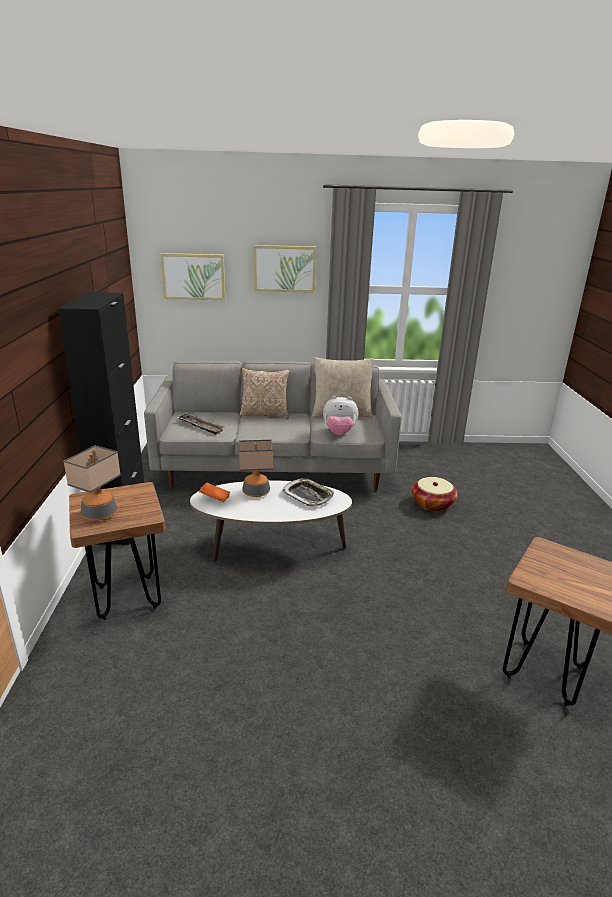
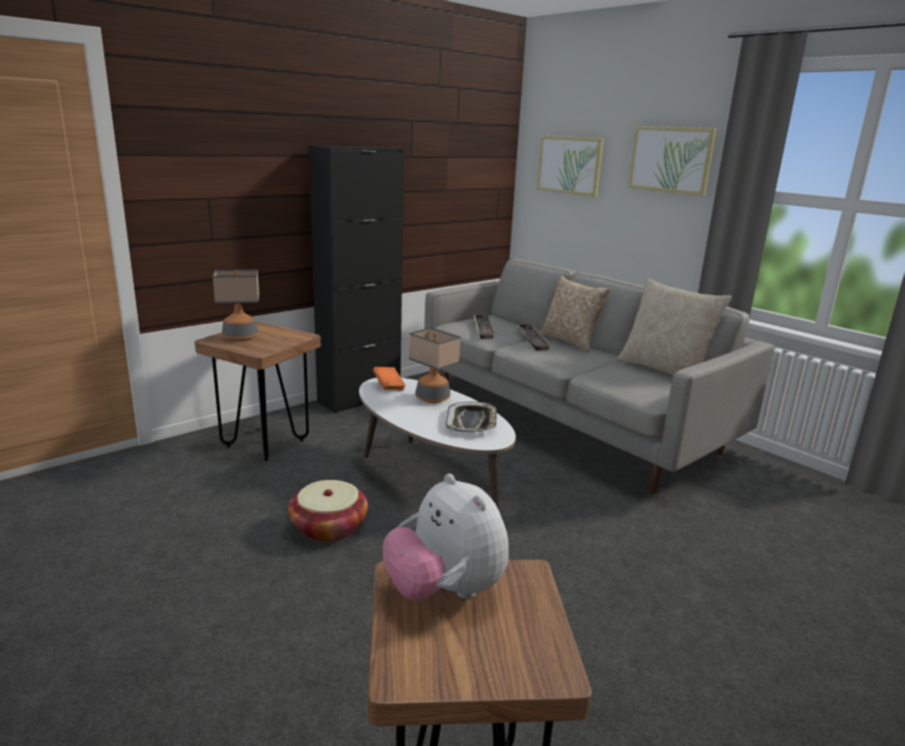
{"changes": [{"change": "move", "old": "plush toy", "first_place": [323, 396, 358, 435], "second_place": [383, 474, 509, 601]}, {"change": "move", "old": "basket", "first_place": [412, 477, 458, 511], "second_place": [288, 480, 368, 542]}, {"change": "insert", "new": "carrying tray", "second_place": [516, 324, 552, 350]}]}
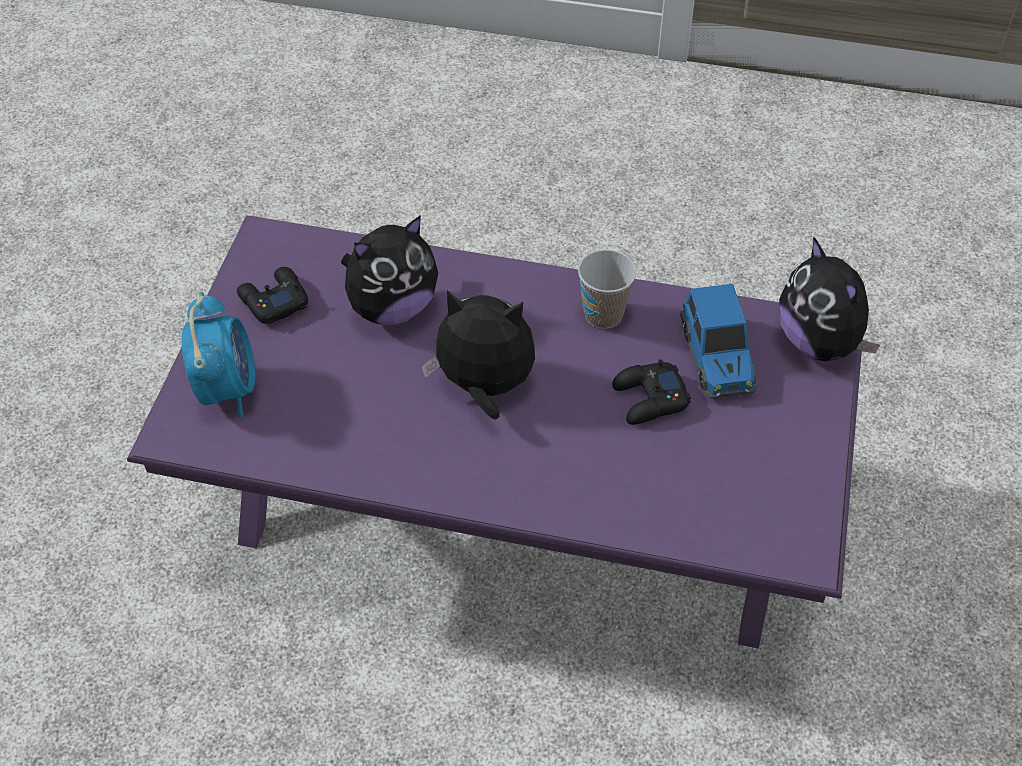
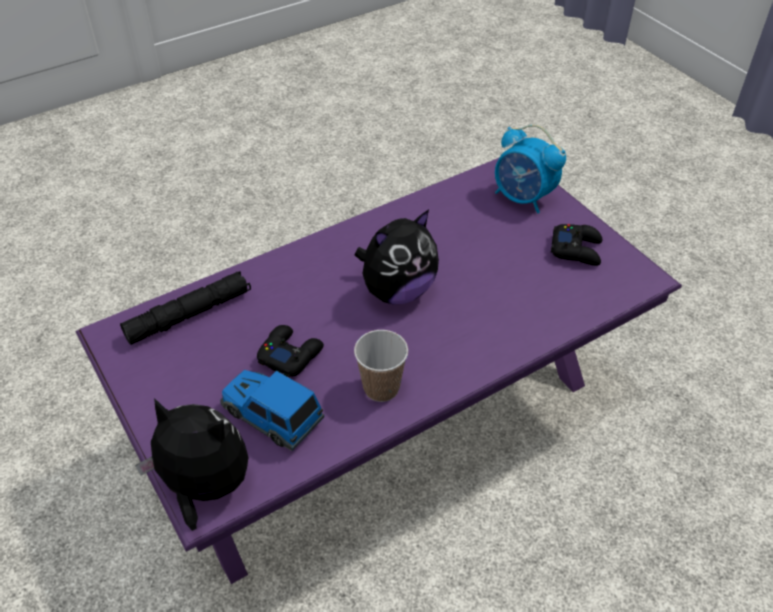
{"changes": [{"change": "delete", "old": "plush toy", "first_place": [341, 215, 438, 325]}, {"change": "insert", "new": "black torch", "second_place": [120, 271, 251, 345]}]}
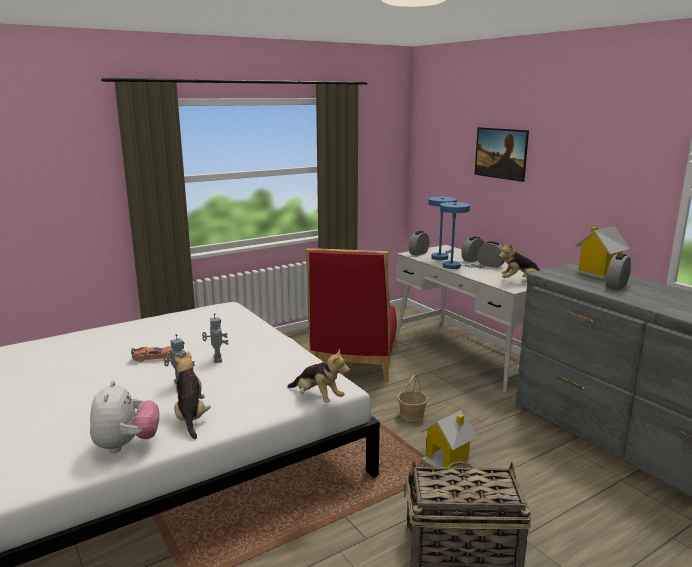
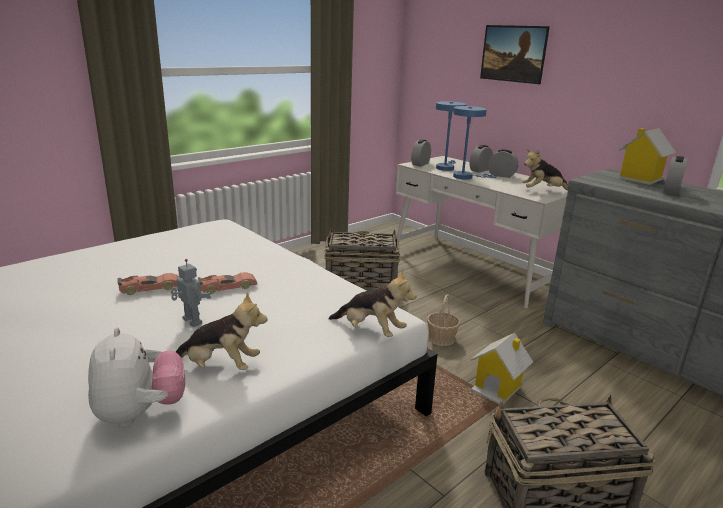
{"changes": [{"change": "rotate", "old": "plush toy", "first_place": [174, 352, 211, 439], "second_place": [176, 292, 268, 370], "degrees": 120}, {"change": "replace", "old": "model robot", "new": "miniature car", "first_place": [202, 313, 229, 363], "second_place": [197, 272, 257, 294]}, {"change": "replace", "old": "red-coloured upright chair", "new": "basket", "first_place": [306, 248, 397, 382], "second_place": [324, 227, 400, 291]}]}
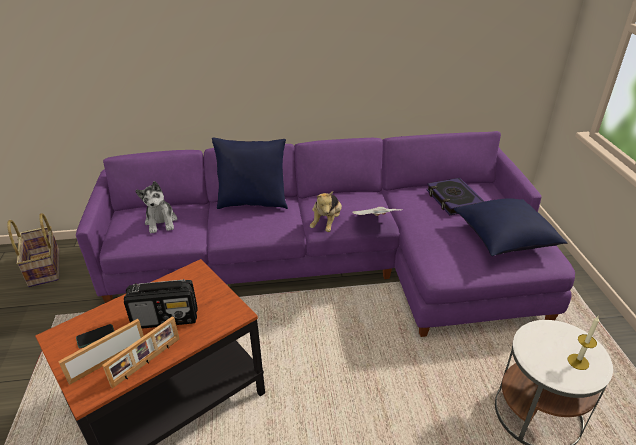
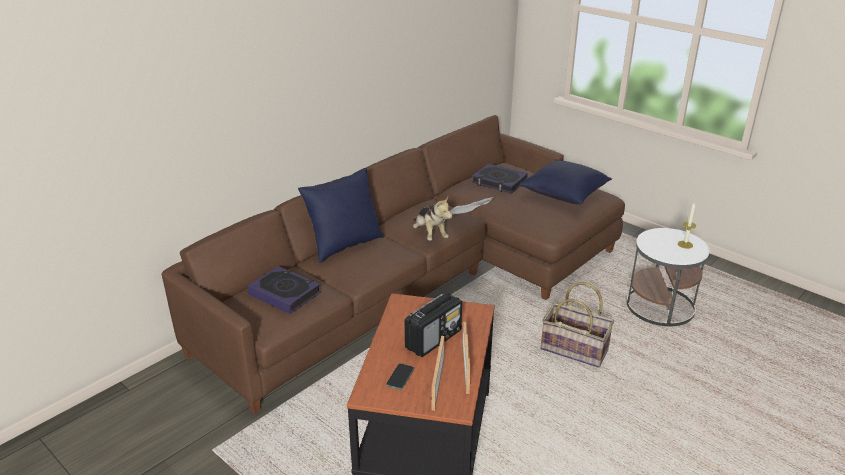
{"changes": [{"change": "move", "old": "basket", "first_place": [7, 213, 59, 287], "second_place": [541, 282, 614, 368]}, {"change": "recolor", "old": "purplish couch", "new": "brown couch", "first_place": [76, 131, 575, 337], "second_place": [161, 115, 625, 414]}, {"change": "replace", "old": "plush toy", "new": "book", "first_place": [135, 181, 177, 233], "second_place": [247, 266, 321, 314]}]}
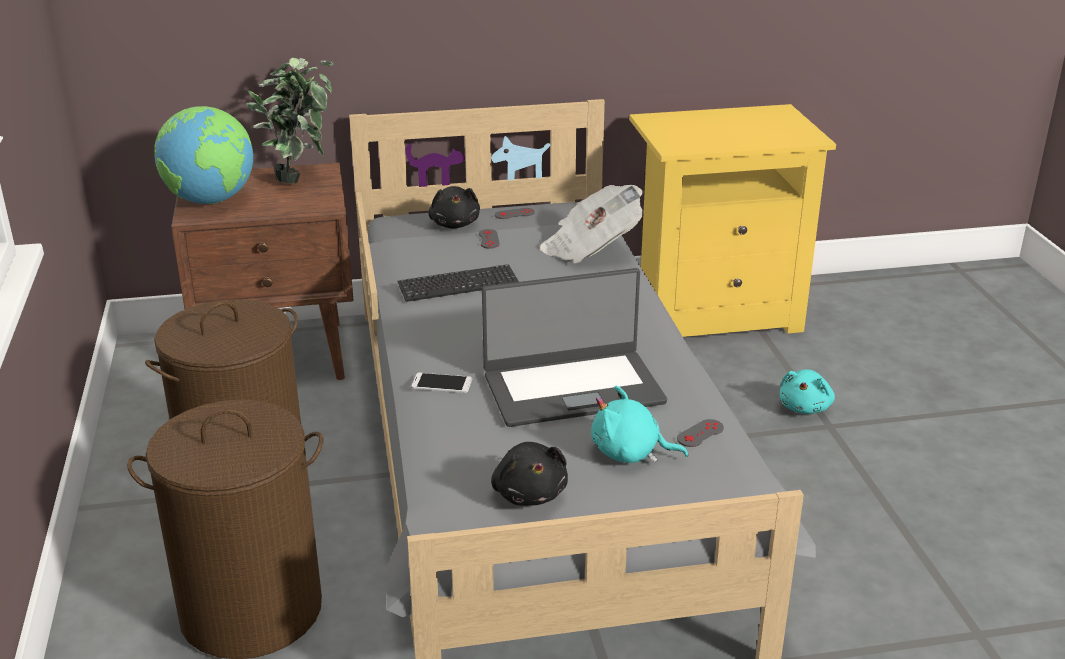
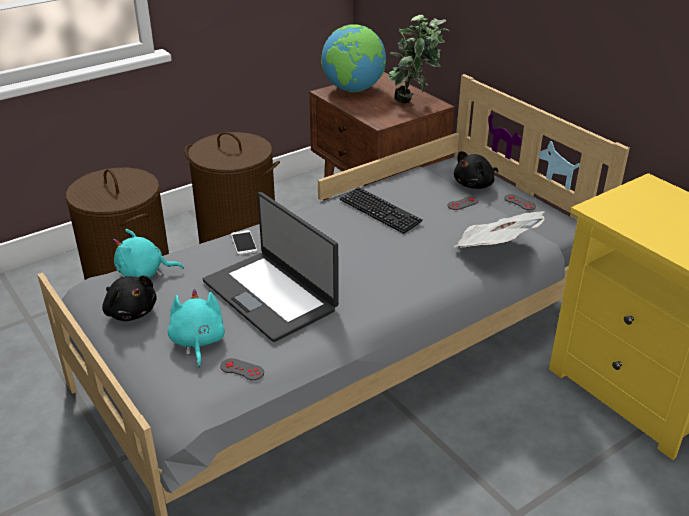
{"changes": [{"change": "rotate", "old": "black plush toy", "first_place": [491, 442, 568, 506], "second_place": [102, 276, 157, 321], "degrees": -90}, {"change": "move", "old": "turquoise plush toy", "first_place": [780, 369, 835, 414], "second_place": [113, 229, 184, 278]}]}
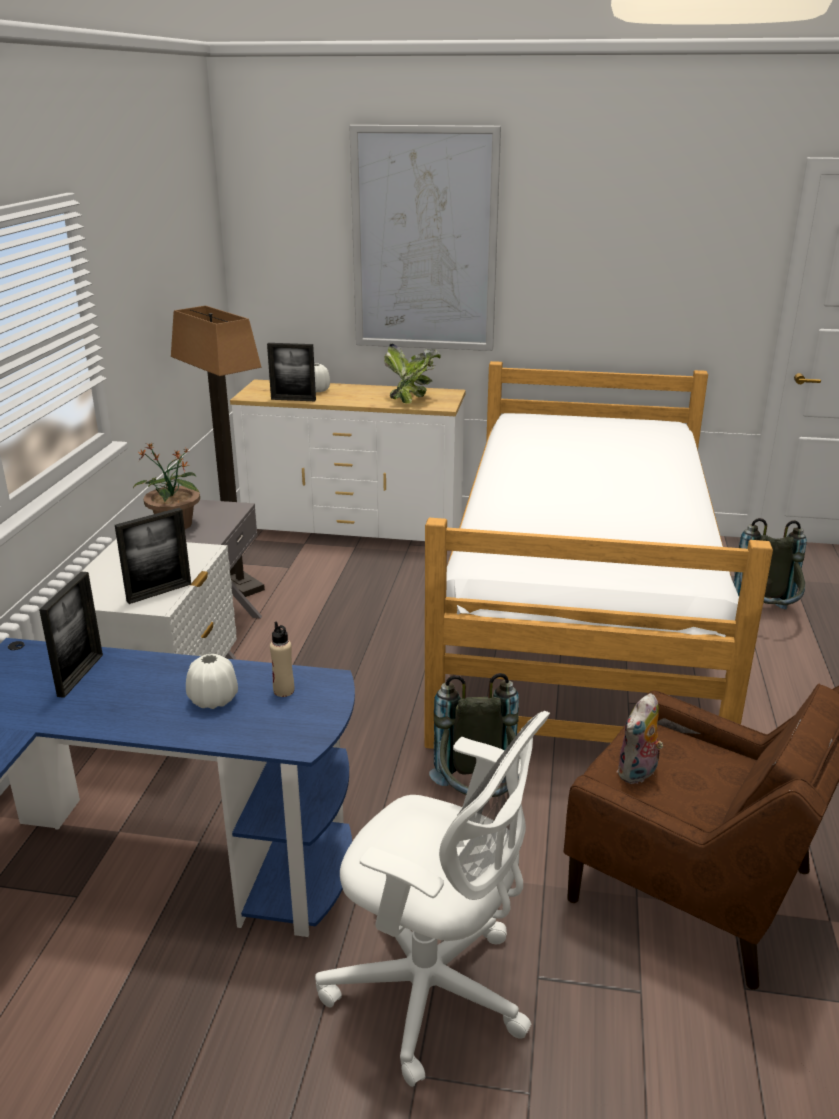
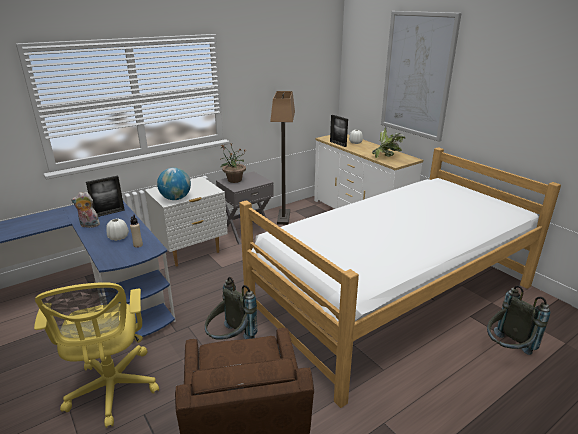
{"changes": [{"change": "replace", "old": "photo frame", "new": "desk globe", "first_place": [115, 508, 191, 604], "second_place": [157, 168, 191, 200]}, {"change": "recolor", "old": "whitish desk chair", "new": "yellow desk chair", "first_place": [315, 711, 550, 1087], "second_place": [34, 282, 159, 428]}, {"change": "move", "old": "plush toy", "first_place": [617, 693, 663, 784], "second_place": [71, 192, 100, 228]}]}
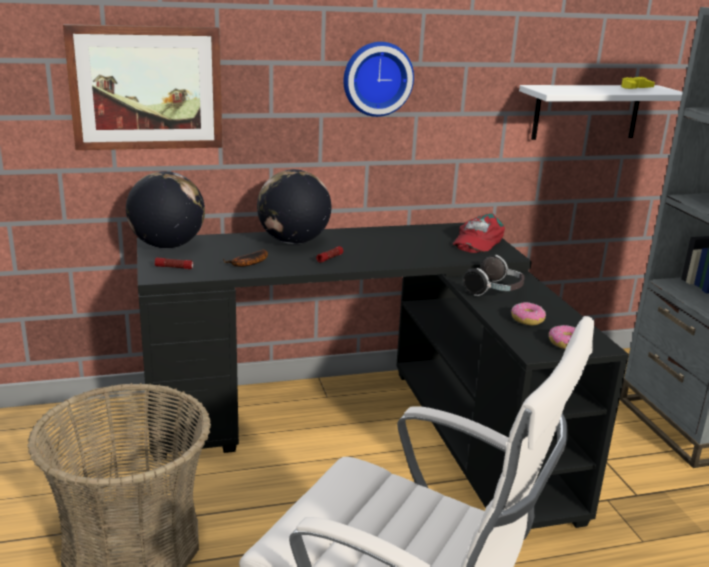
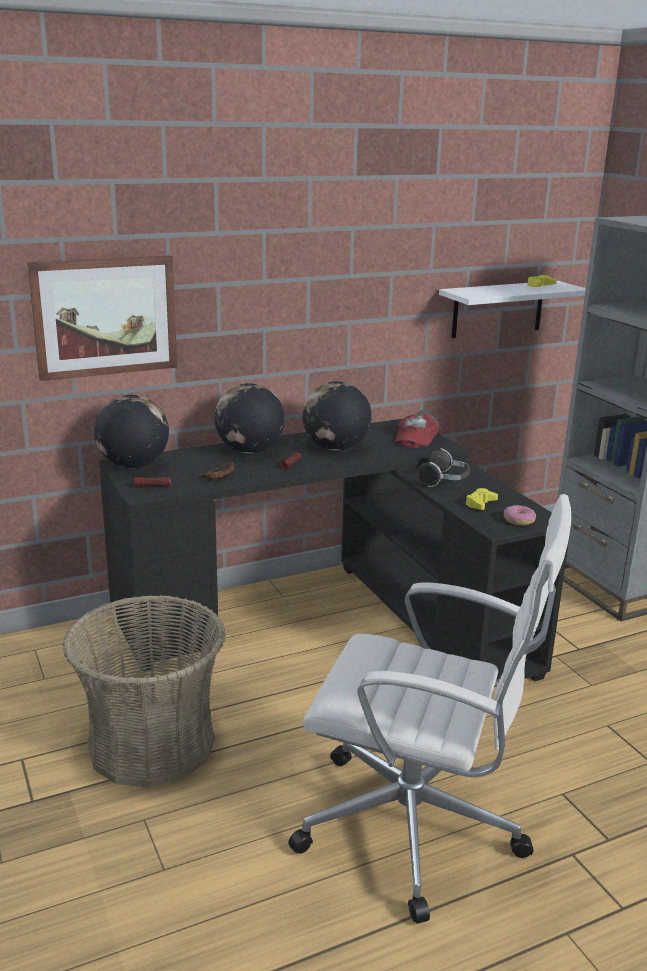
{"changes": [{"change": "delete", "old": "hanging clock", "first_place": [343, 42, 414, 117]}, {"change": "replace", "old": "donut", "new": "yellow game controller", "first_place": [511, 302, 546, 325], "second_place": [465, 488, 498, 510]}, {"change": "insert", "new": "desk globe", "second_place": [302, 381, 372, 450]}]}
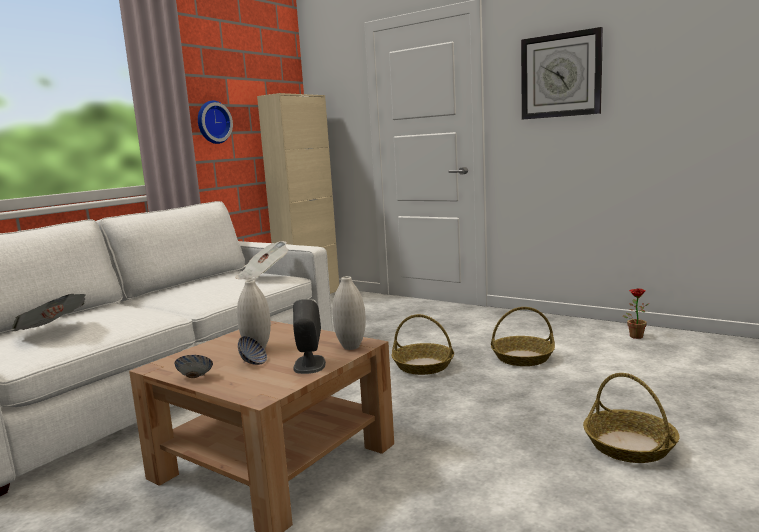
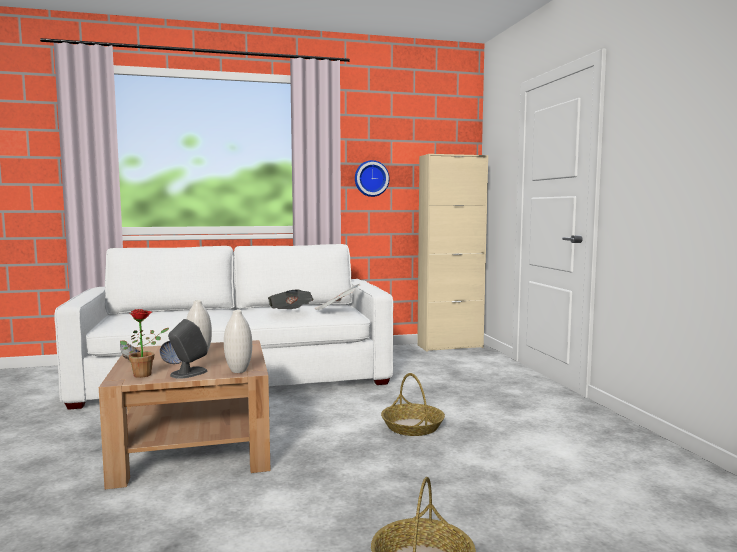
{"changes": [{"change": "move", "old": "daily paper", "first_place": [12, 294, 85, 331], "second_place": [268, 289, 314, 309]}, {"change": "delete", "old": "basket", "first_place": [491, 307, 555, 366]}, {"change": "delete", "old": "hanging clock", "first_place": [521, 27, 603, 119]}, {"change": "move", "old": "houseplant", "first_place": [623, 288, 649, 339], "second_place": [120, 309, 169, 378]}]}
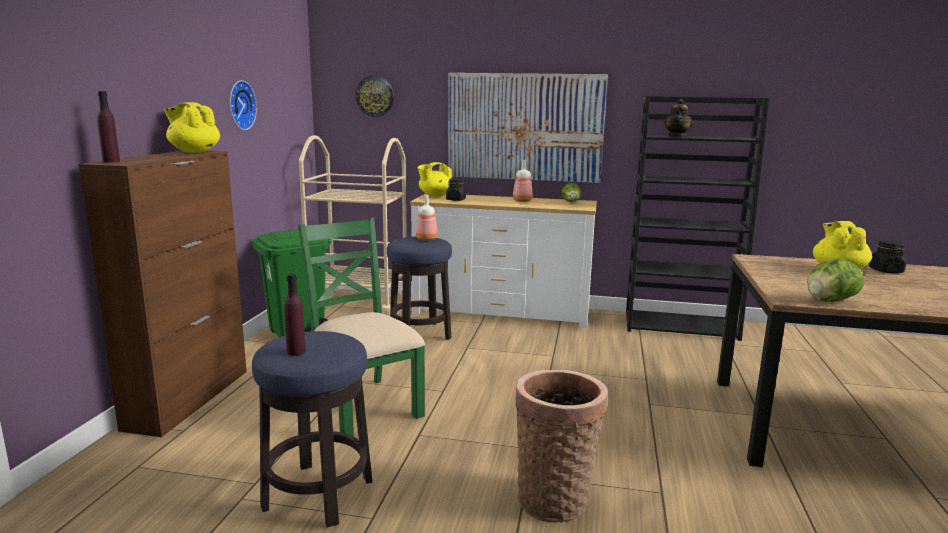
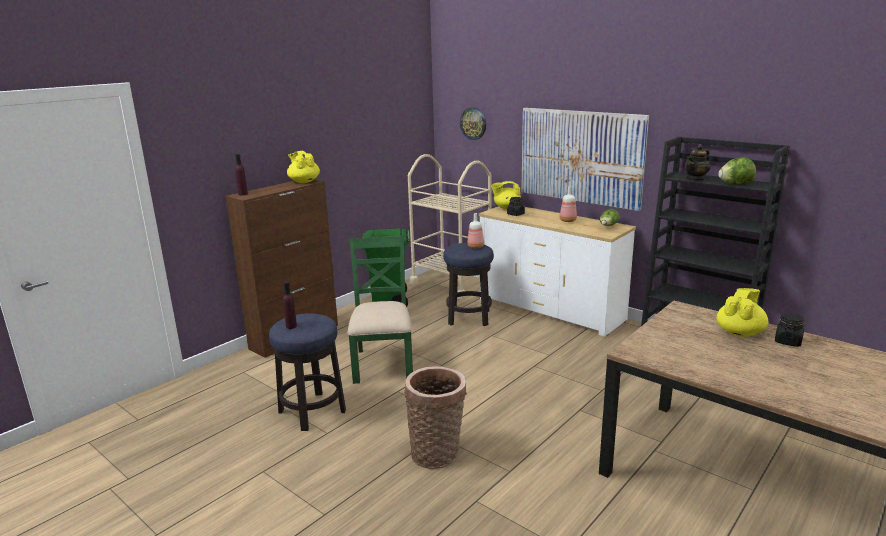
{"changes": [{"change": "delete", "old": "hanging clock", "first_place": [230, 80, 257, 130]}, {"change": "move", "old": "lettuce head", "first_place": [807, 258, 864, 302], "second_place": [718, 158, 756, 184]}]}
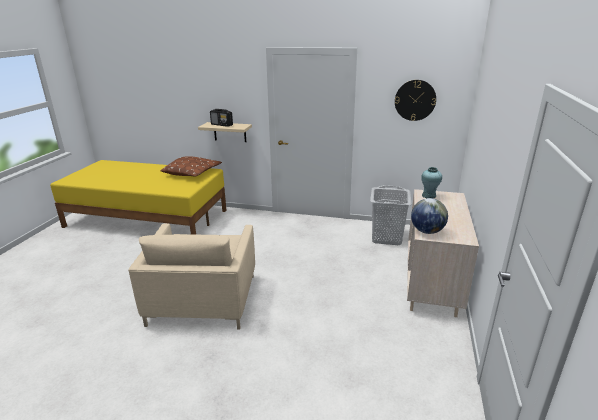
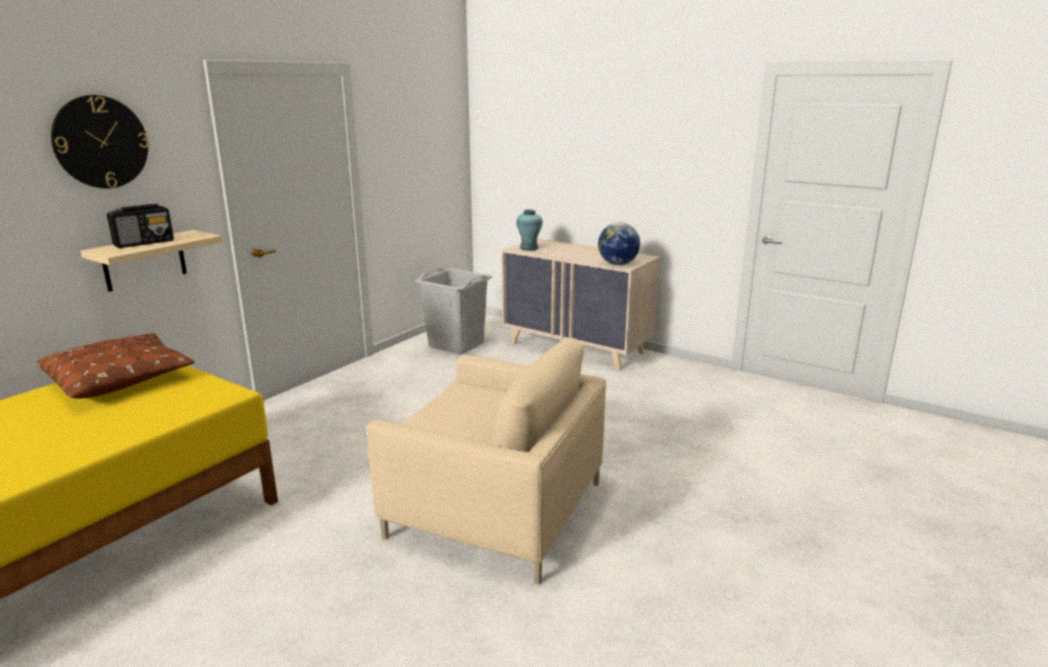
{"changes": [{"change": "move", "old": "hanging clock", "first_place": [395, 80, 436, 121], "second_place": [51, 95, 149, 188]}]}
